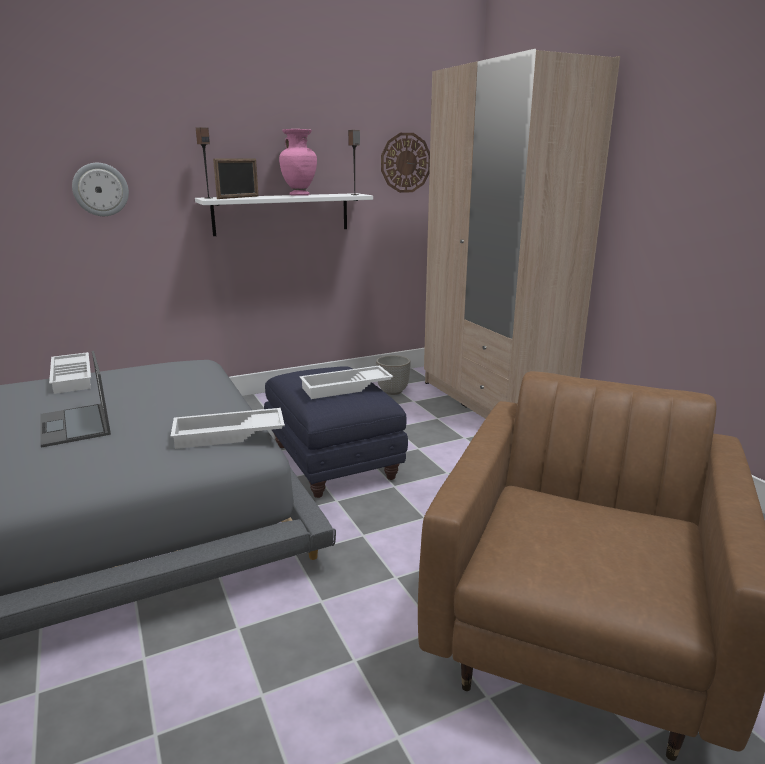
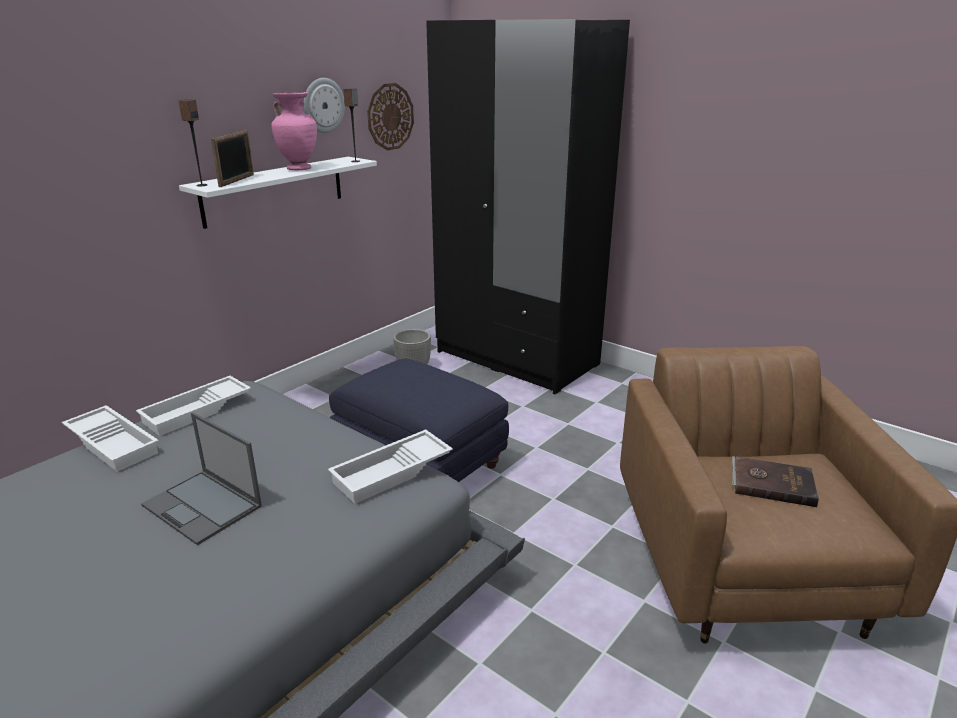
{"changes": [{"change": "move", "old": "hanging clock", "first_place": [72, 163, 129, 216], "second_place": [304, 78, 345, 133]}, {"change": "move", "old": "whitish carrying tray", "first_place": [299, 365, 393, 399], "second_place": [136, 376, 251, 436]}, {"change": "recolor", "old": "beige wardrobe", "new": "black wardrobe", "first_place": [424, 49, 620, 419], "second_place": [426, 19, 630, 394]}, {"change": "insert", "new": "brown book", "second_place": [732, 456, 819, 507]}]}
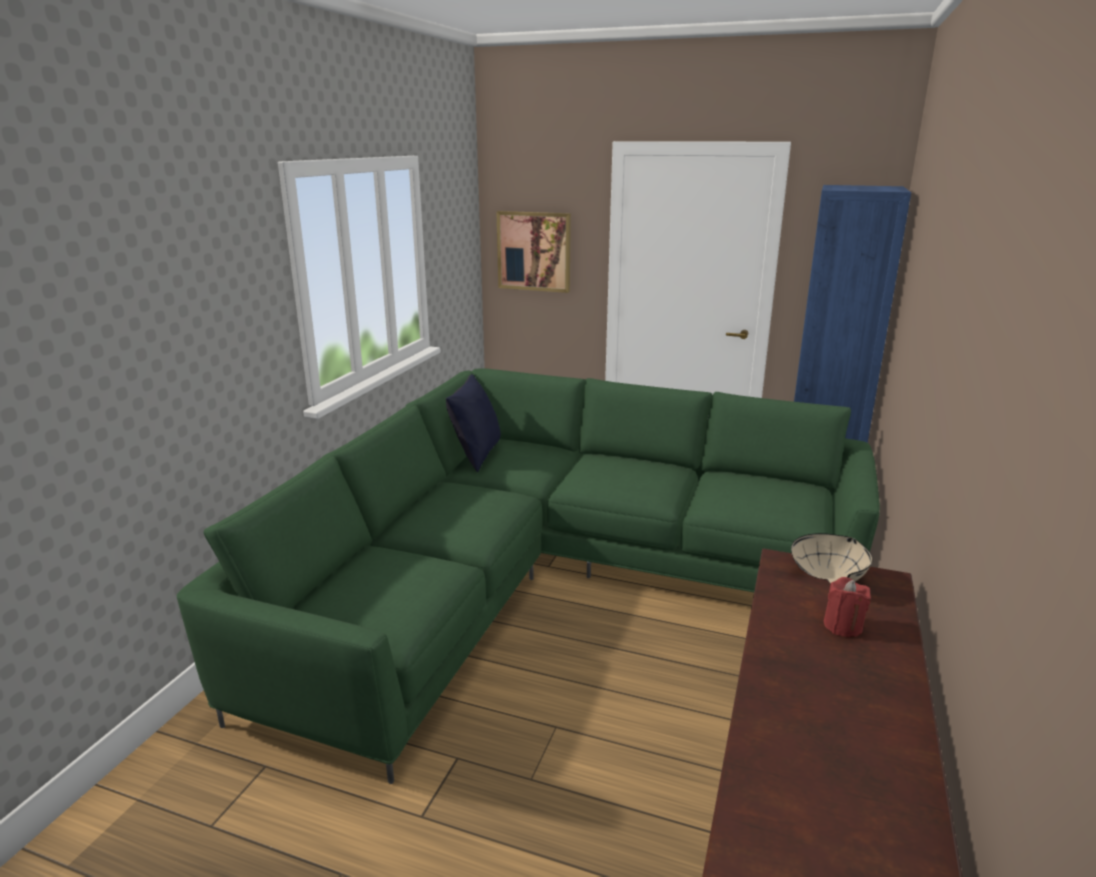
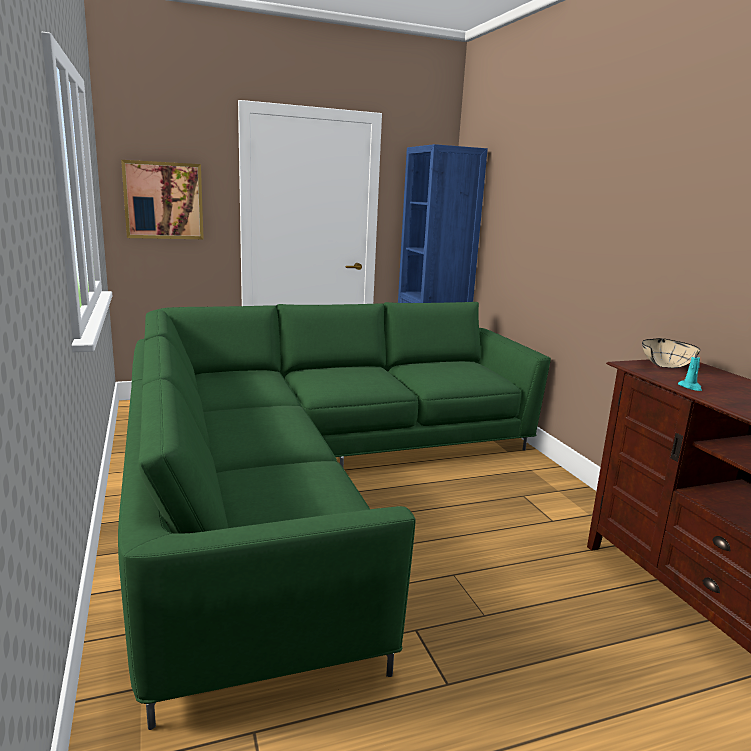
{"changes": [{"change": "delete", "old": "bluish throw pillow", "first_place": [445, 374, 501, 472]}, {"change": "delete", "old": "red-coloured candle", "first_place": [824, 577, 871, 637]}, {"change": "insert", "new": "turquoise candle", "second_place": [678, 350, 702, 391]}]}
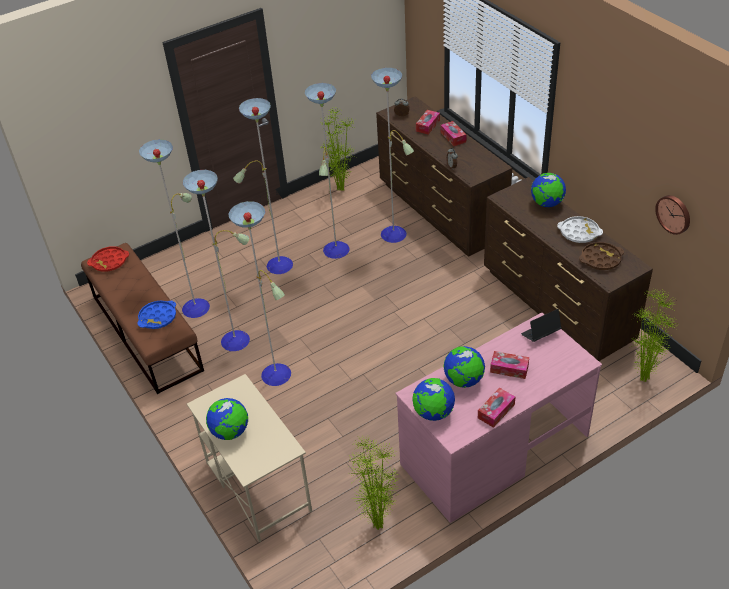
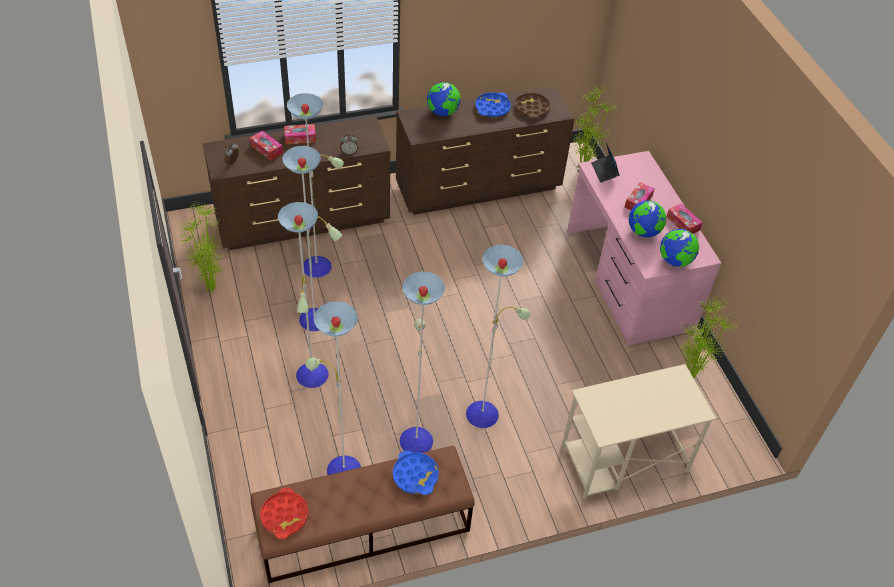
{"changes": [{"change": "delete", "old": "desk globe", "first_place": [206, 398, 248, 440]}, {"change": "recolor", "old": "whitish carrying tray", "new": "bluish carrying tray", "first_place": [557, 216, 603, 243], "second_place": [475, 92, 511, 117]}, {"change": "delete", "old": "hanging clock", "first_place": [655, 195, 690, 235]}]}
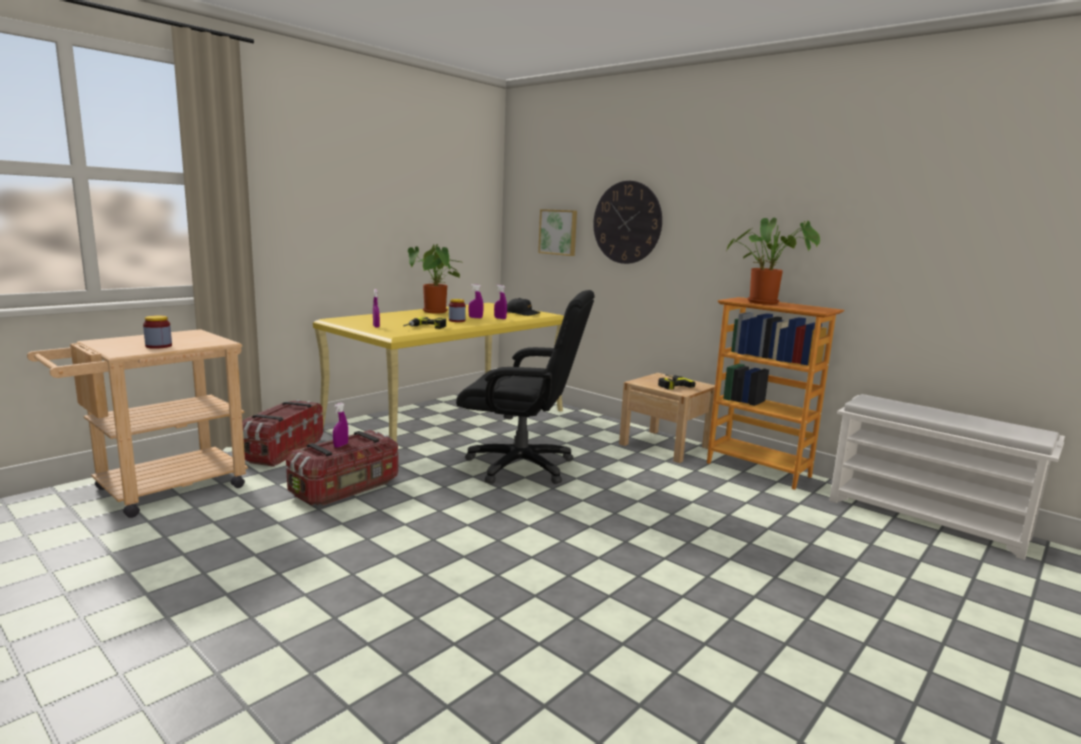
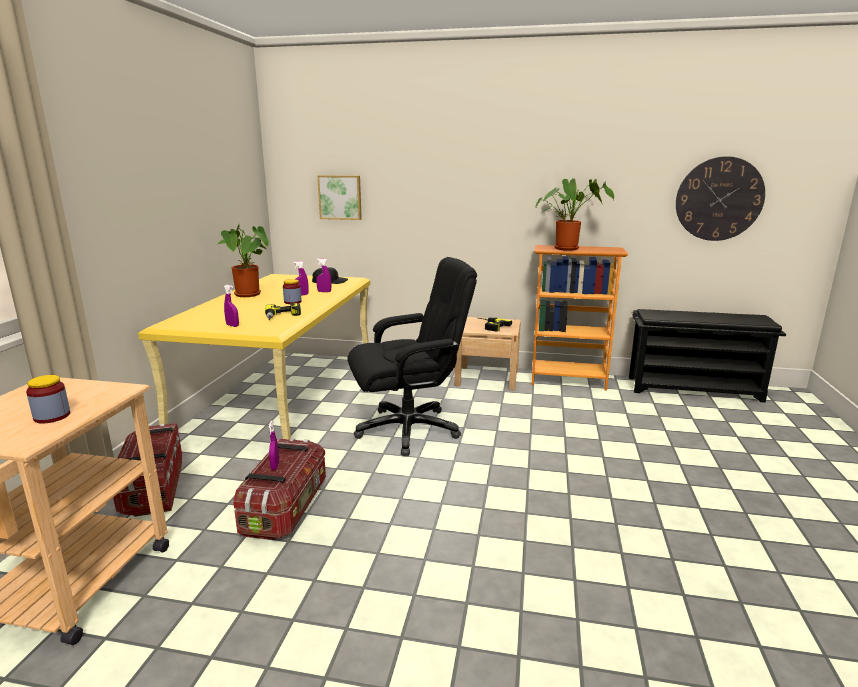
{"changes": [{"change": "move", "old": "hanging clock", "first_place": [593, 181, 662, 264], "second_place": [676, 156, 765, 241]}, {"change": "recolor", "old": "whitish shoe shelf", "new": "black shoe shelf", "first_place": [829, 394, 1065, 560], "second_place": [629, 309, 786, 402]}]}
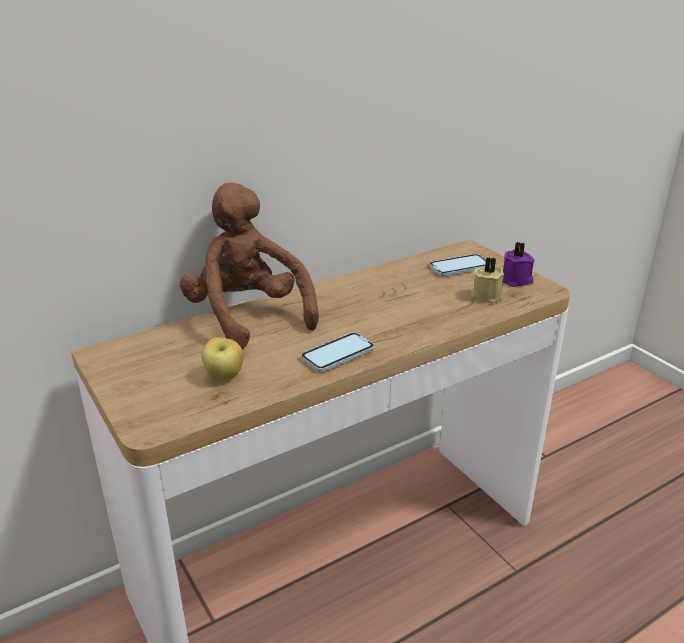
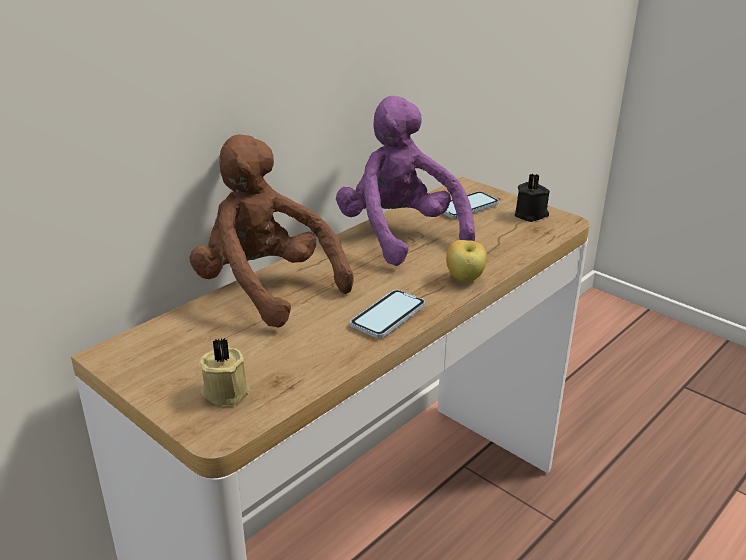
{"changes": [{"change": "move", "old": "whole apple", "first_place": [202, 337, 244, 380], "second_place": [446, 240, 487, 282]}, {"change": "move", "old": "beige candle", "first_place": [470, 257, 504, 304], "second_place": [199, 338, 250, 406]}, {"change": "recolor", "old": "purplish candle", "new": "black candle", "first_place": [503, 242, 534, 287], "second_place": [515, 173, 550, 222]}, {"change": "insert", "new": "purplish plush toy", "second_place": [336, 96, 475, 266]}]}
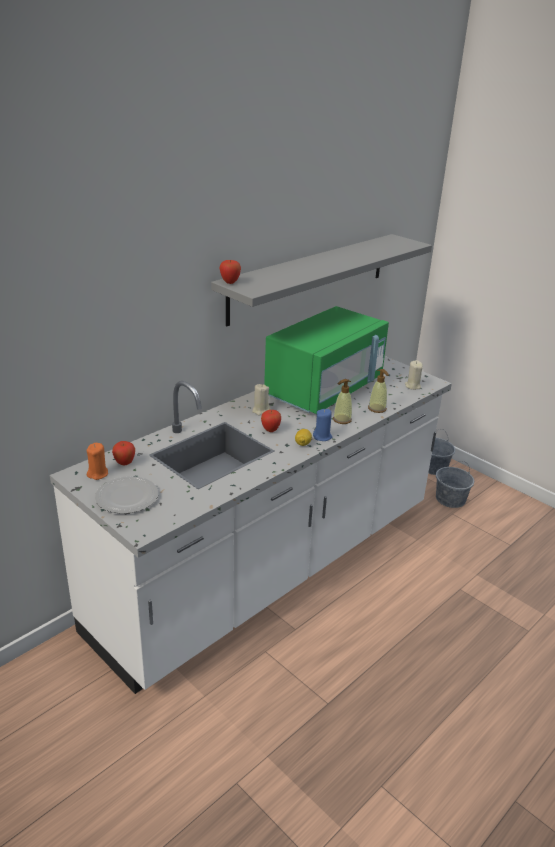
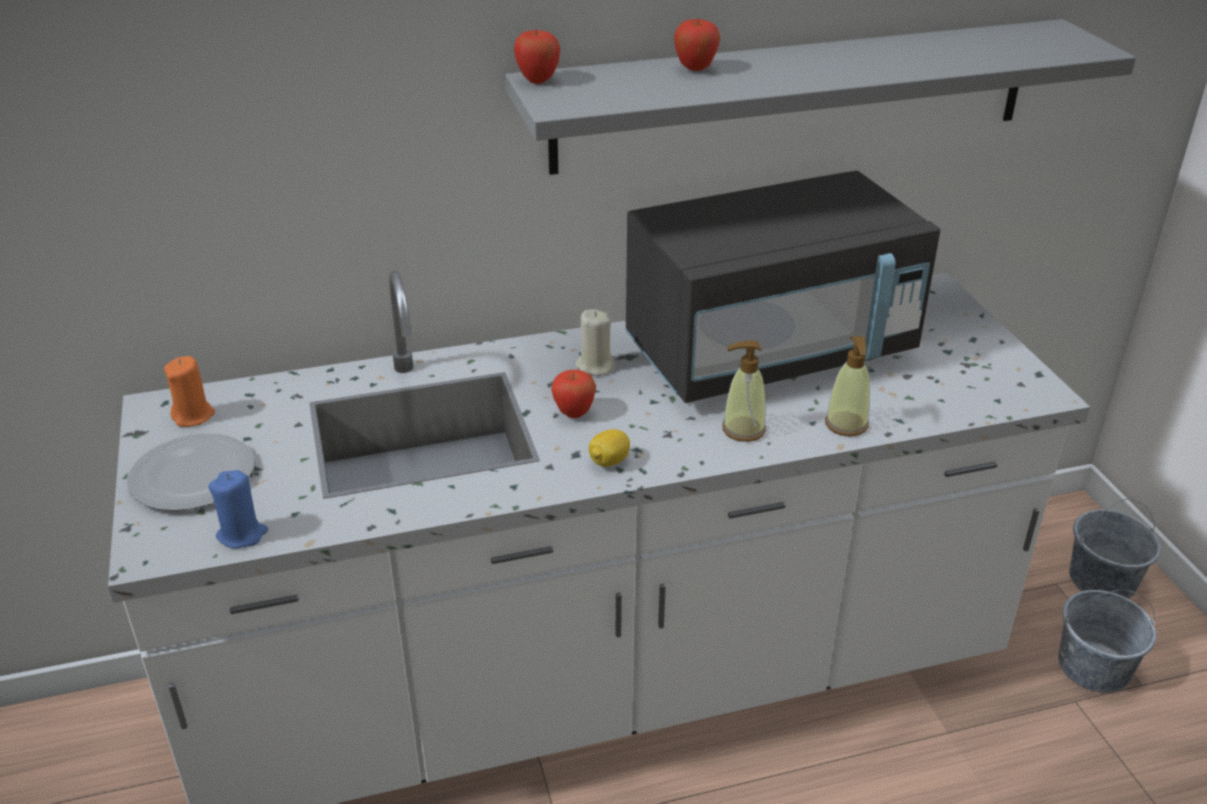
{"changes": [{"change": "move", "old": "whole apple", "first_place": [112, 441, 135, 465], "second_place": [674, 18, 720, 71]}, {"change": "recolor", "old": "greenish microwave", "new": "black microwave", "first_place": [264, 306, 389, 414], "second_place": [626, 171, 941, 403]}, {"change": "move", "old": "bluish candle", "first_place": [313, 409, 332, 441], "second_place": [208, 470, 268, 548]}, {"change": "delete", "old": "beige candle", "first_place": [405, 360, 423, 390]}]}
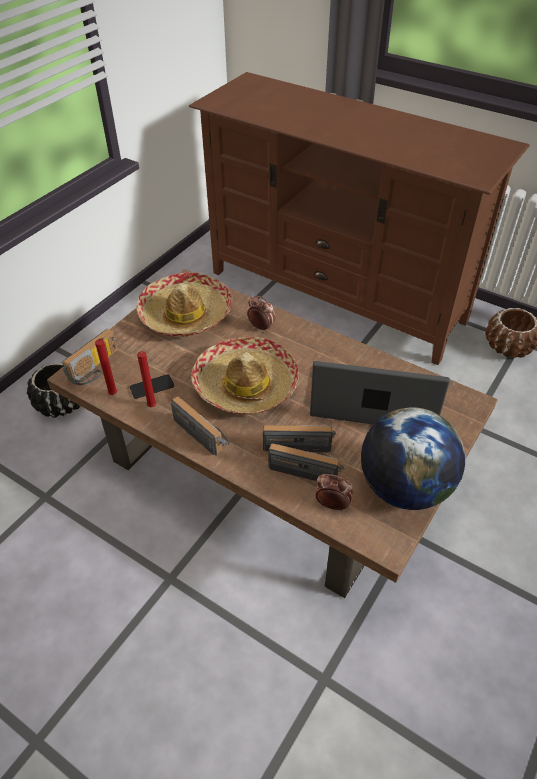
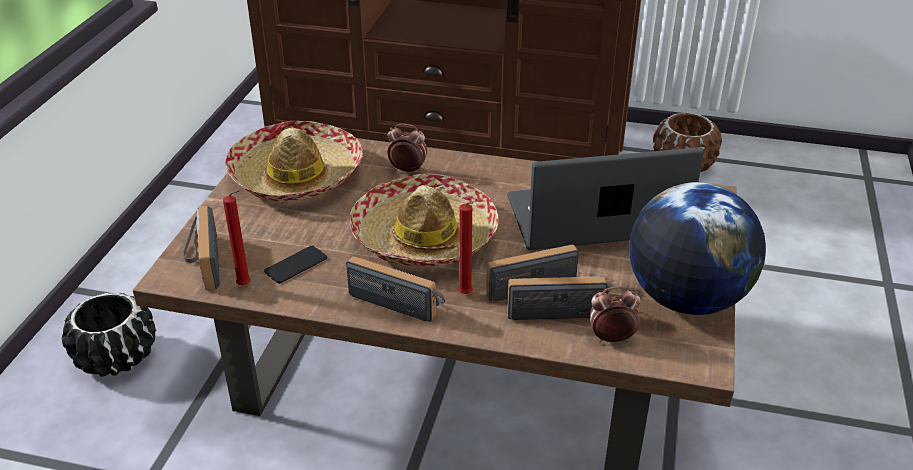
{"changes": [{"change": "rotate", "old": "radio receiver", "first_place": [62, 328, 117, 385], "second_place": [183, 205, 220, 291], "degrees": 150}, {"change": "move", "old": "red-coloured candle", "first_place": [137, 351, 157, 407], "second_place": [458, 202, 473, 294]}]}
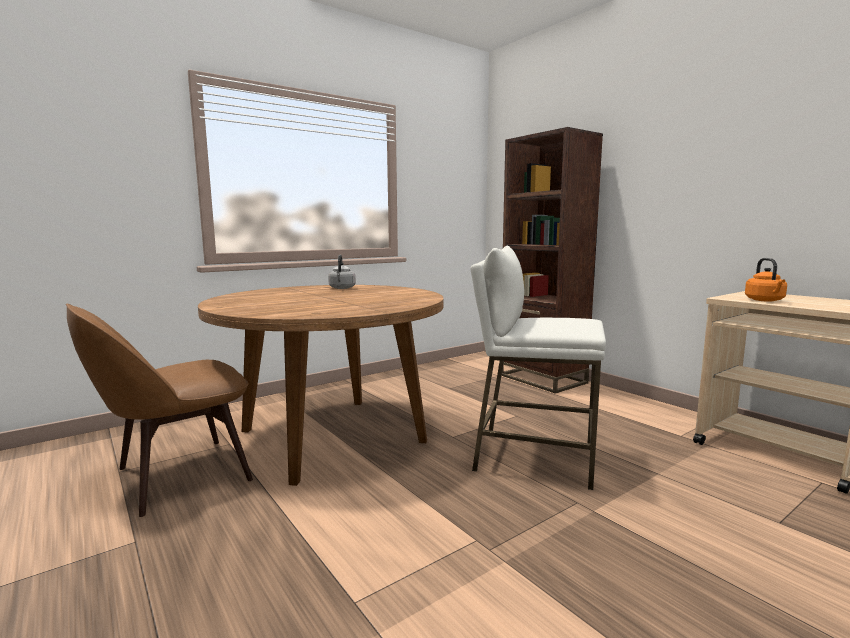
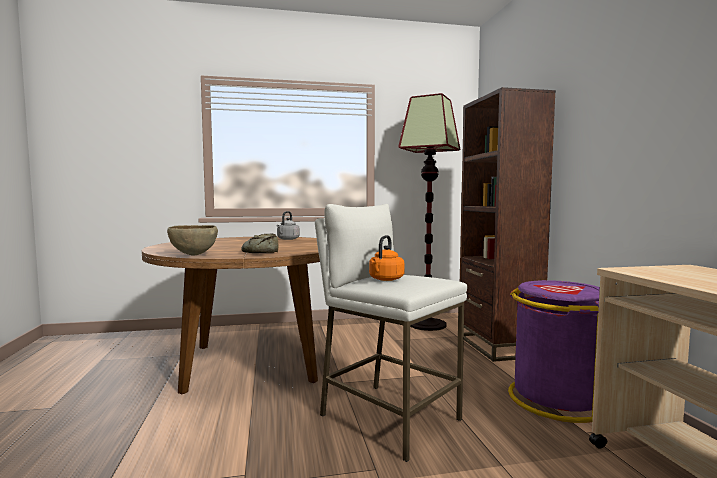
{"changes": [{"change": "delete", "old": "brown upright chair", "first_place": [66, 304, 253, 517]}, {"change": "move", "old": "orange-coloured tea kettle", "first_place": [745, 258, 787, 302], "second_place": [369, 235, 405, 281]}, {"change": "insert", "new": "brown bowl", "second_place": [167, 225, 218, 255]}, {"change": "insert", "new": "bread", "second_place": [241, 233, 278, 253]}, {"change": "insert", "new": "standing lamp", "second_place": [398, 93, 460, 331]}, {"change": "insert", "new": "purplish waste bin", "second_place": [508, 280, 600, 423]}]}
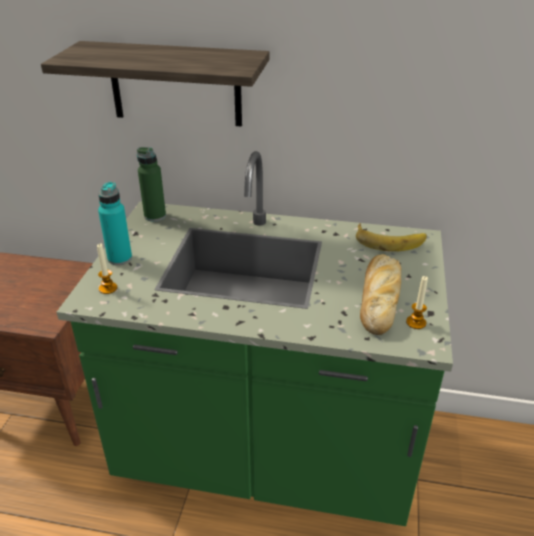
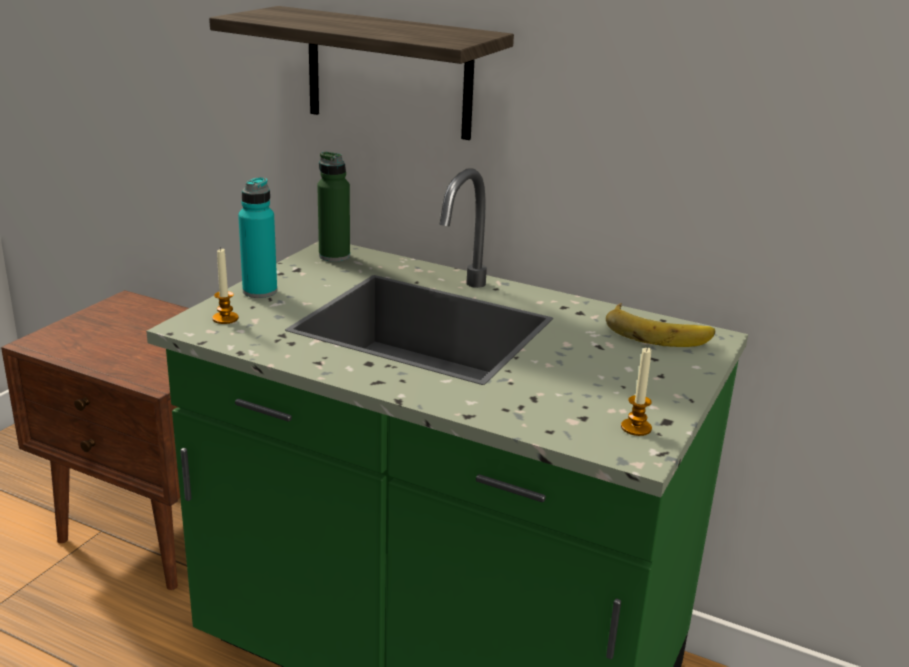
{"changes": [{"change": "delete", "old": "bread", "first_place": [360, 254, 401, 335]}]}
